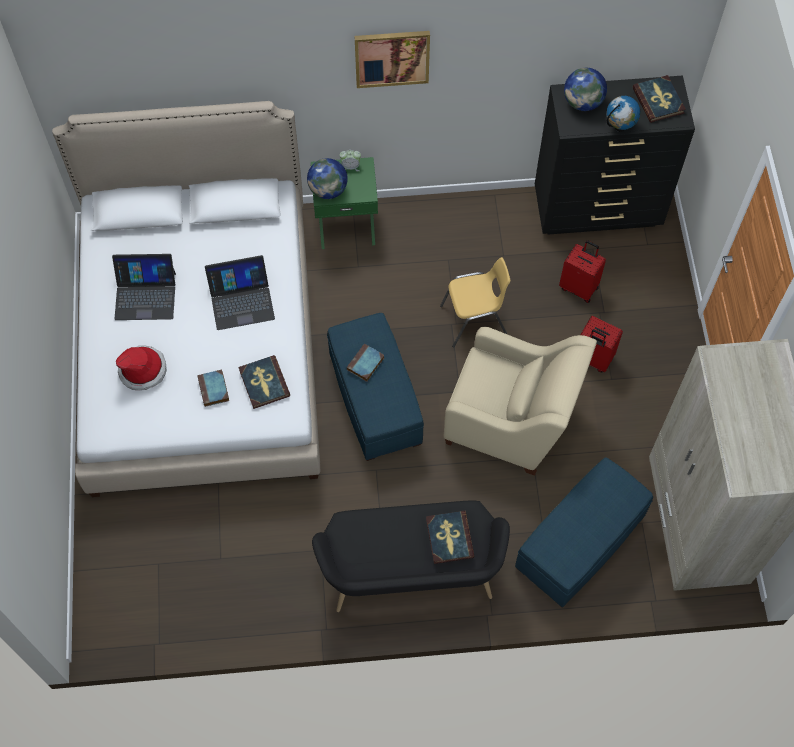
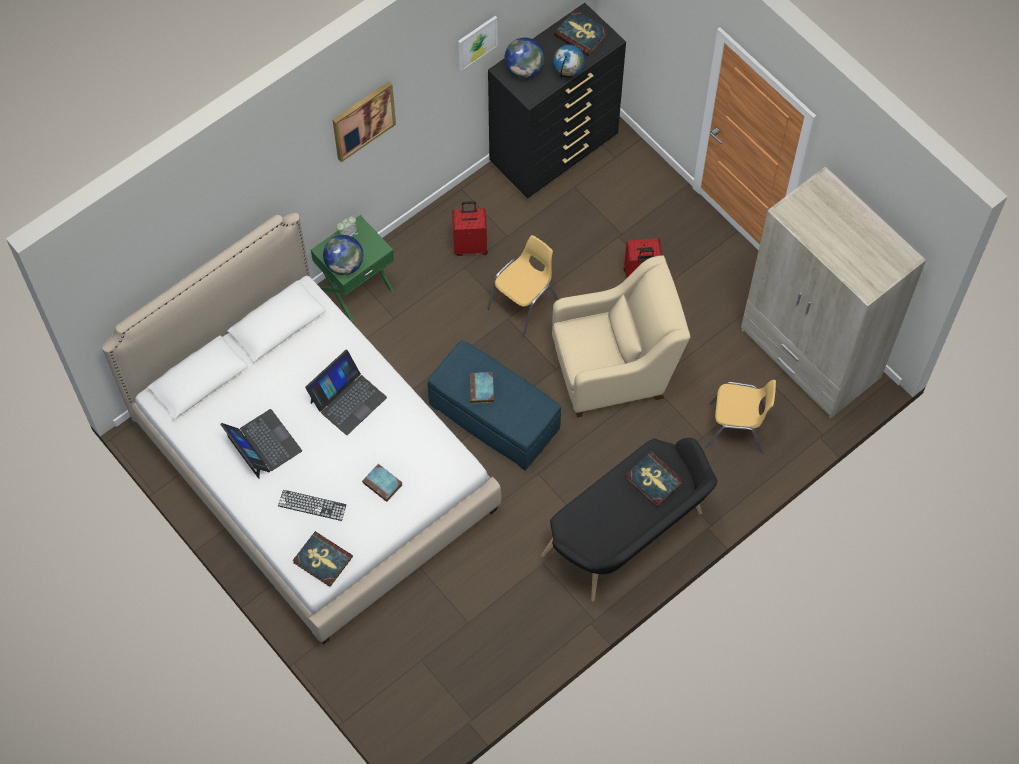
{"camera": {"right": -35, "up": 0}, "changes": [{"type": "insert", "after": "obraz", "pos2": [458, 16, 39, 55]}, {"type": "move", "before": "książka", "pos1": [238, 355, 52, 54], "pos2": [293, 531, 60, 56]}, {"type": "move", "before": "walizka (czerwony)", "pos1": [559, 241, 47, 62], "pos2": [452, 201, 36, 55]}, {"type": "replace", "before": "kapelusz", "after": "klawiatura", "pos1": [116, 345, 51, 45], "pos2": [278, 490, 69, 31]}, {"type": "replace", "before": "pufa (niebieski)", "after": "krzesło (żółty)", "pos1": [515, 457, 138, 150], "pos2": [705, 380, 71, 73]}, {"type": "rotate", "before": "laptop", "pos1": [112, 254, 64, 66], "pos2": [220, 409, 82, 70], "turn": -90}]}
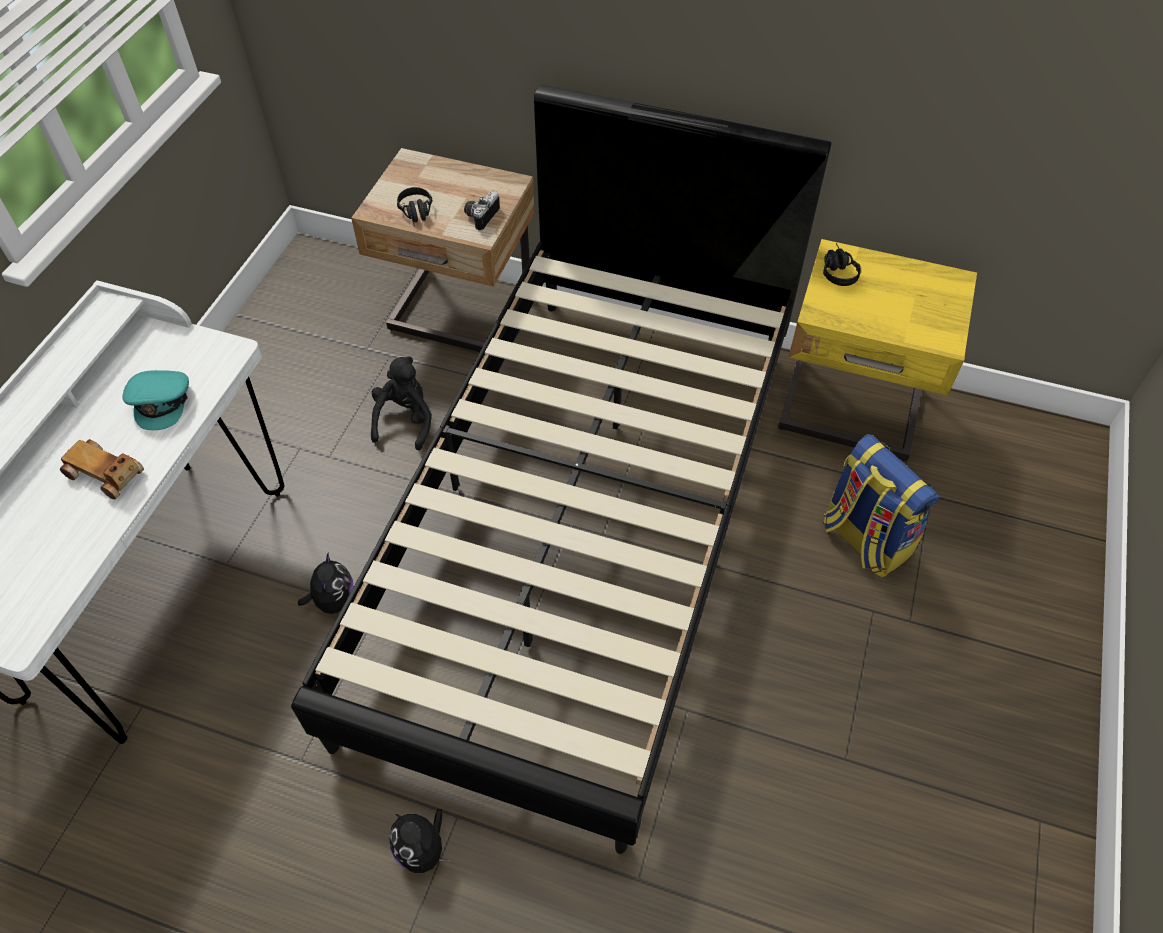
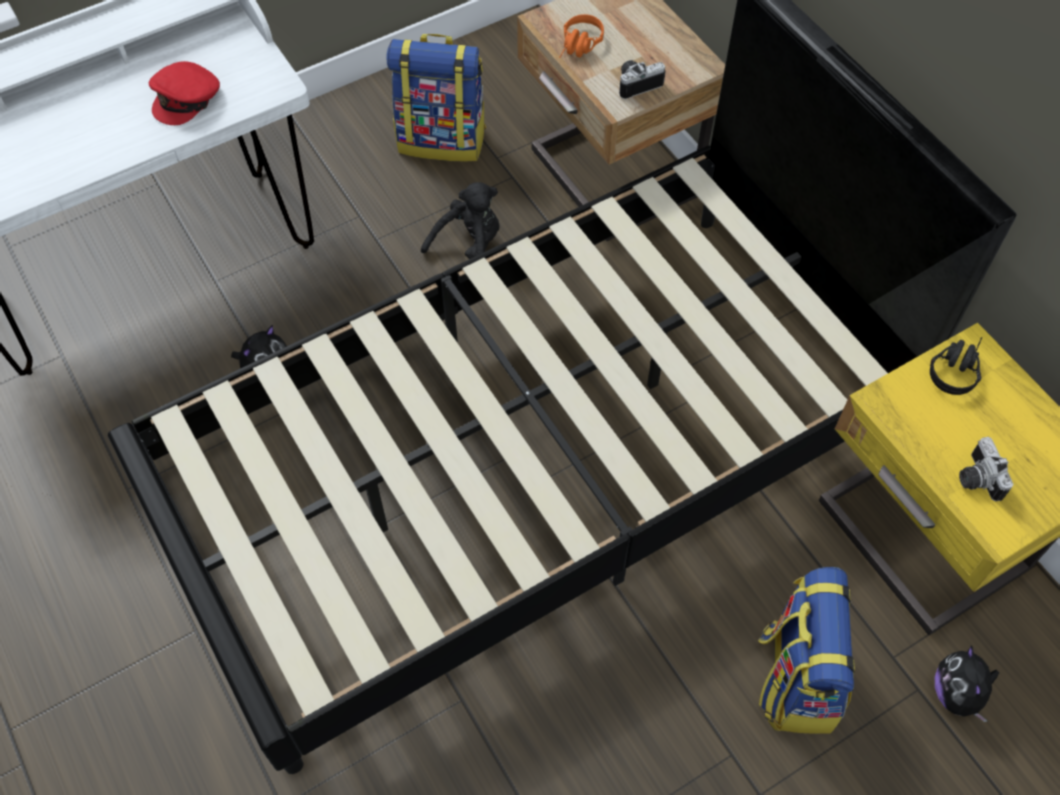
{"camera": {"right": 40, "up": 5}, "changes": [{"type": "delete", "before": "samochodzik", "pos1": [60, 439, 84, 61]}, {"type": "insert", "after": "plecak", "pos2": [386, 34, 100, 127]}, {"type": "insert", "after": "aparat fotograficzny", "pos2": [959, 437, 55, 64]}, {"type": "move", "before": "pluszak", "pos1": [389, 809, 62, 64], "pos2": [935, 645, 64, 77]}, {"type": "recolor", "before": "czapka z daszkiem (turkusowy)", "after": "czapka z daszkiem (czerwony)", "pos1": [122, 370, 67, 60], "pos2": [149, 61, 71, 64]}, {"type": "recolor", "before": "słuchawki (czarny)", "after": "słuchawki (pomarańczowy)", "pos1": [397, 187, 35, 40], "pos2": [559, 14, 45, 44]}]}
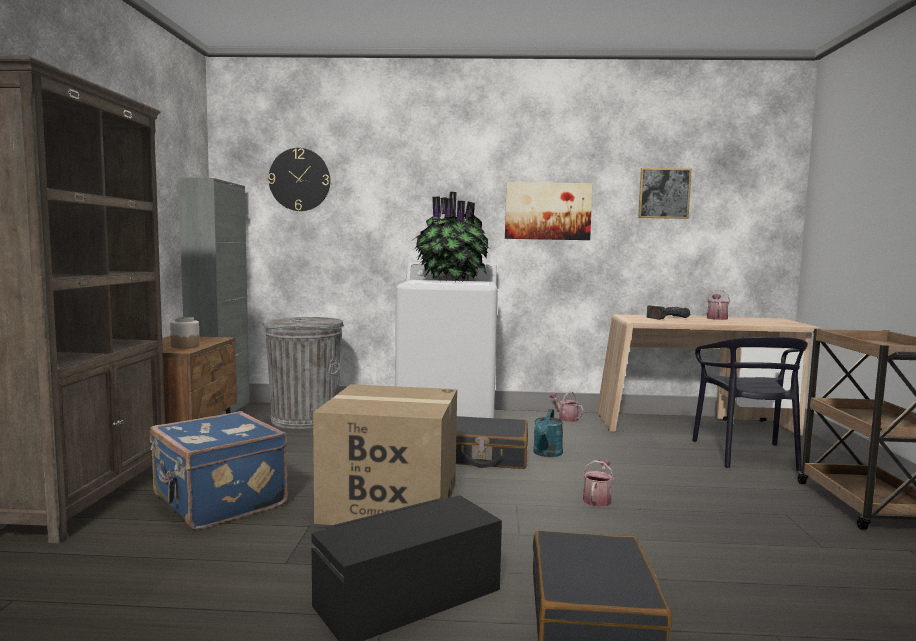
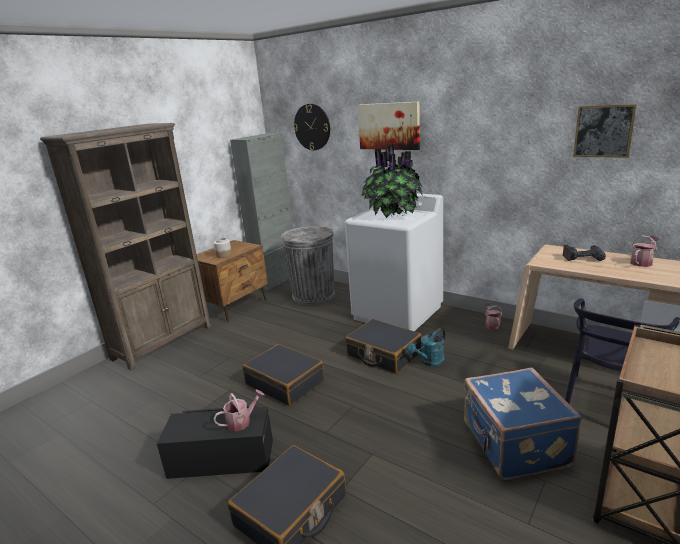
{"camera": {"right": 35, "up": 15}, "changes": [{"type": "move", "before": "walizka (niebieski)", "pos1": [150, 411, 138, 119], "pos2": [464, 368, 118, 112]}, {"type": "move", "before": "obraz", "pos1": [505, 182, 88, 58], "pos2": [358, 102, 62, 48]}, {"type": "move", "before": "konewka", "pos1": [582, 459, 32, 48], "pos2": [213, 390, 51, 41]}, {"type": "replace", "before": "karton", "after": "walizka (czarny)", "pos1": [313, 384, 144, 141], "pos2": [242, 344, 82, 62]}]}
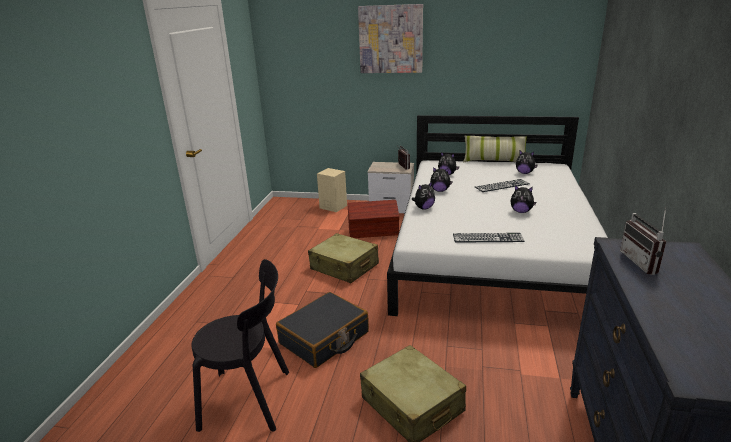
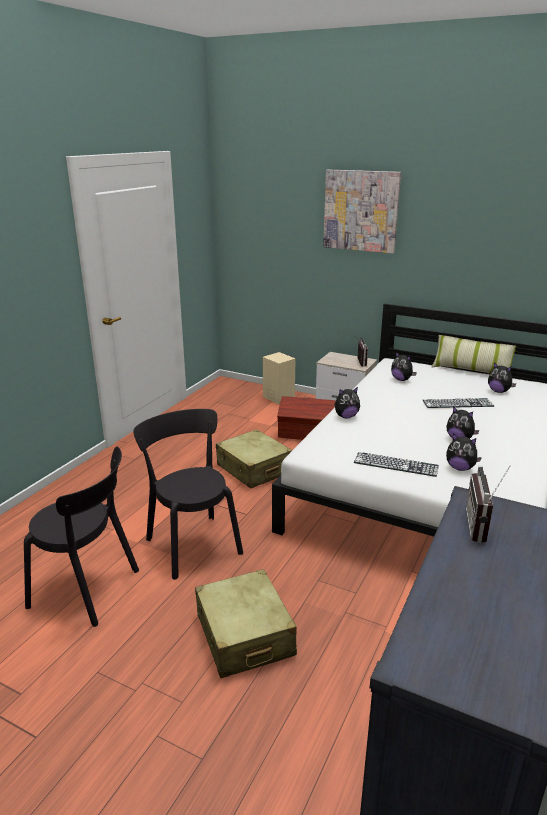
{"camera": {"right": 15, "up": 0}, "changes": [{"type": "move", "before": "pluszak", "pos1": [430, 167, 23, 25], "pos2": [446, 433, 36, 38]}, {"type": "replace", "before": "walizka (czarny)", "after": "krzesło (czarny)", "pos1": [276, 292, 93, 76], "pos2": [133, 409, 110, 171]}]}
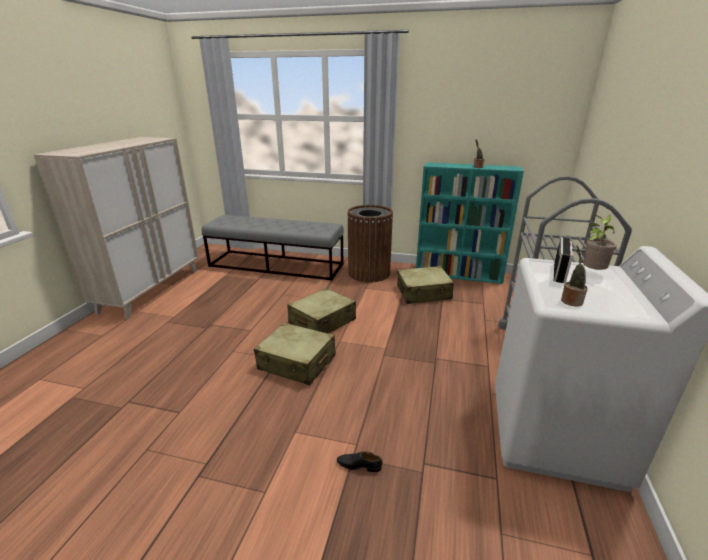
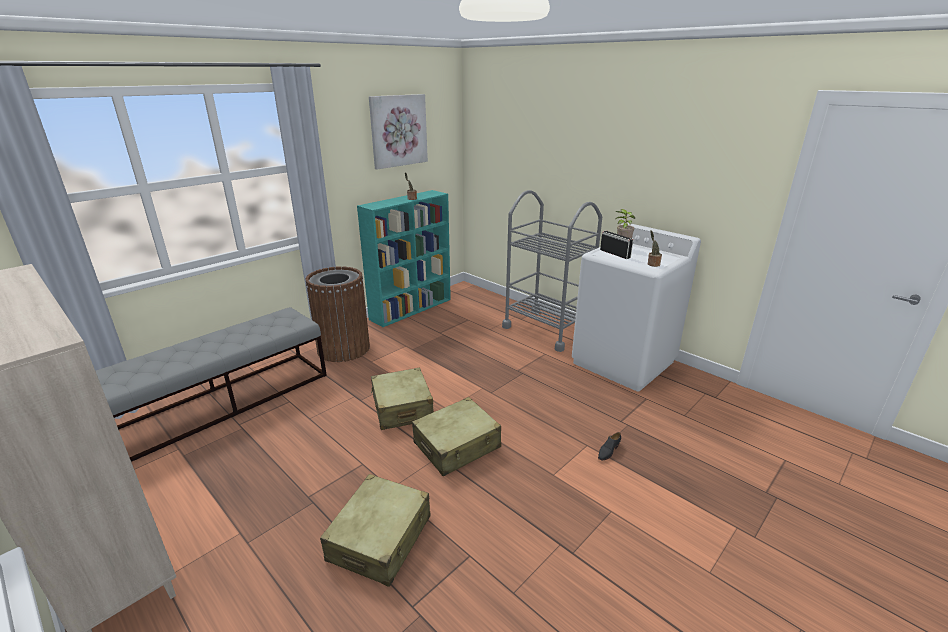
{"camera": {"right": -60, "up": 0}, "changes": [{"type": "insert", "after": "obraz", "pos2": [369, 94, 59, 76]}, {"type": "move", "before": "walizka (beżowy)", "pos1": [397, 266, 57, 38], "pos2": [320, 474, 110, 113]}]}
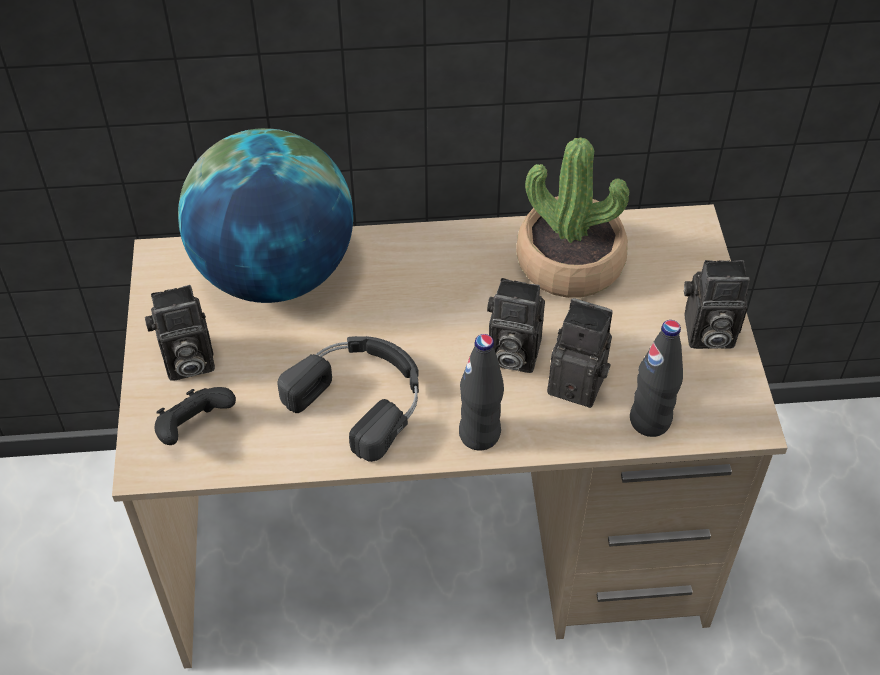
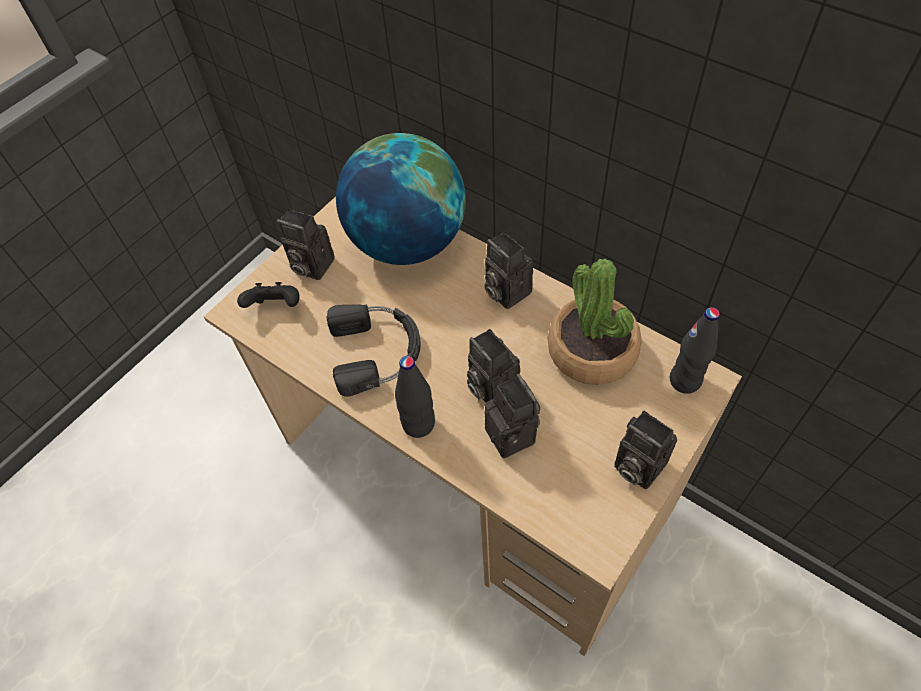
{"camera": {"right": 45, "up": 5}, "changes": [{"type": "insert", "after": "aparat fotograficzny", "pos2": [484, 232, 49, 77]}, {"type": "move", "before": "butelka (czarny)", "pos1": [630, 320, 53, 117], "pos2": [670, 307, 50, 87]}]}
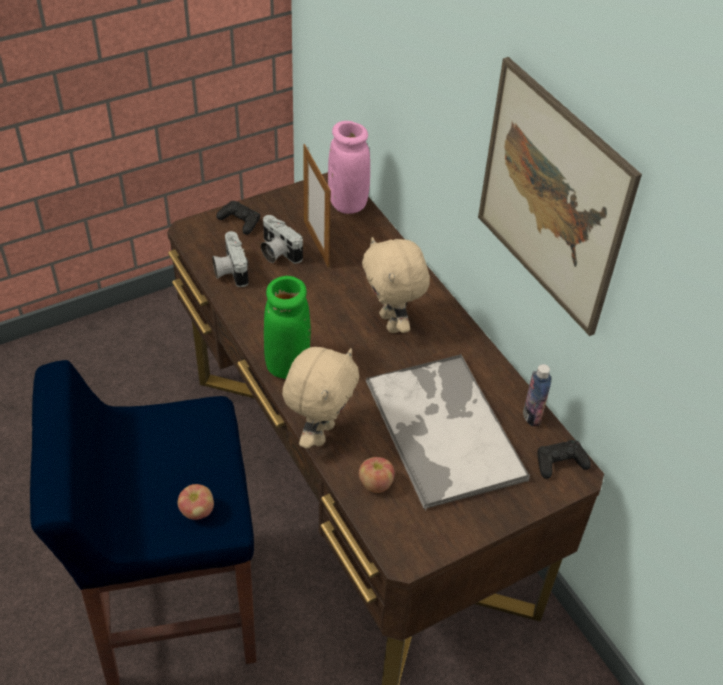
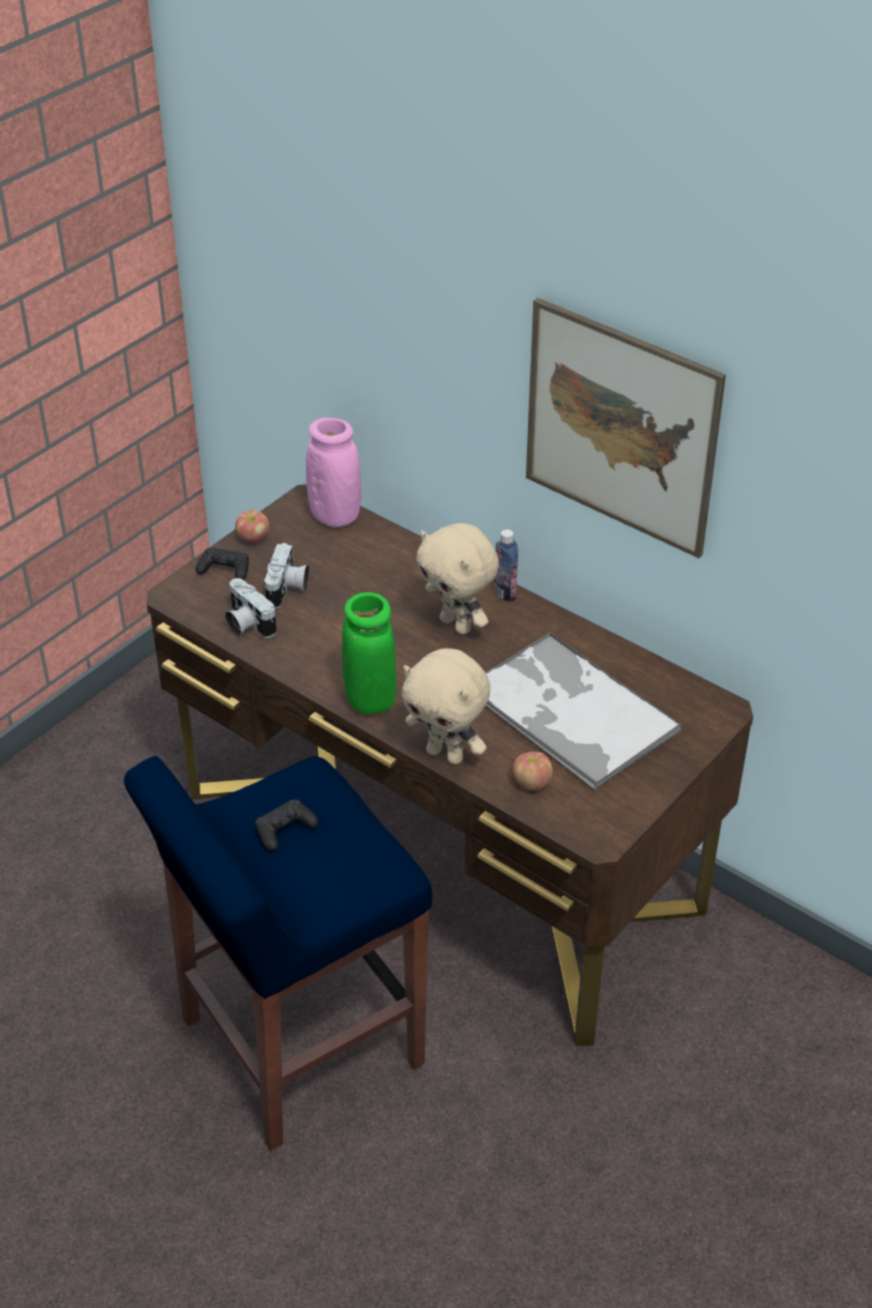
{"camera": {"right": -20, "up": -5}, "changes": [{"type": "delete", "before": "ramka na zdjęcie", "pos1": [303, 144, 28, 124]}, {"type": "move", "before": "jabłko", "pos1": [178, 484, 36, 36], "pos2": [235, 510, 35, 33]}, {"type": "move", "before": "butelka", "pos1": [523, 364, 28, 62], "pos2": [494, 529, 24, 73]}, {"type": "move", "before": "pad do gier (czarny)", "pos1": [537, 440, 54, 39], "pos2": [255, 799, 63, 52]}, {"type": "rotate", "before": "aparat fotograficzny", "pos1": [261, 215, 42, 49], "pos2": [264, 543, 45, 66], "turn": -105}, {"type": "rotate", "before": "pluszak (beżowy)", "pos1": [282, 347, 77, 102], "pos2": [402, 648, 88, 117], "turn": 120}]}
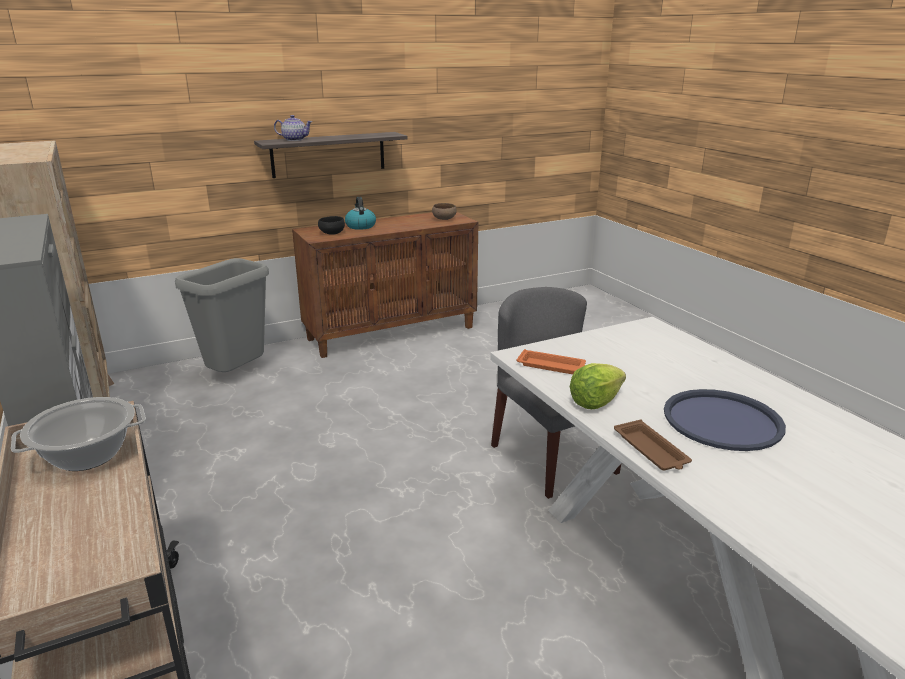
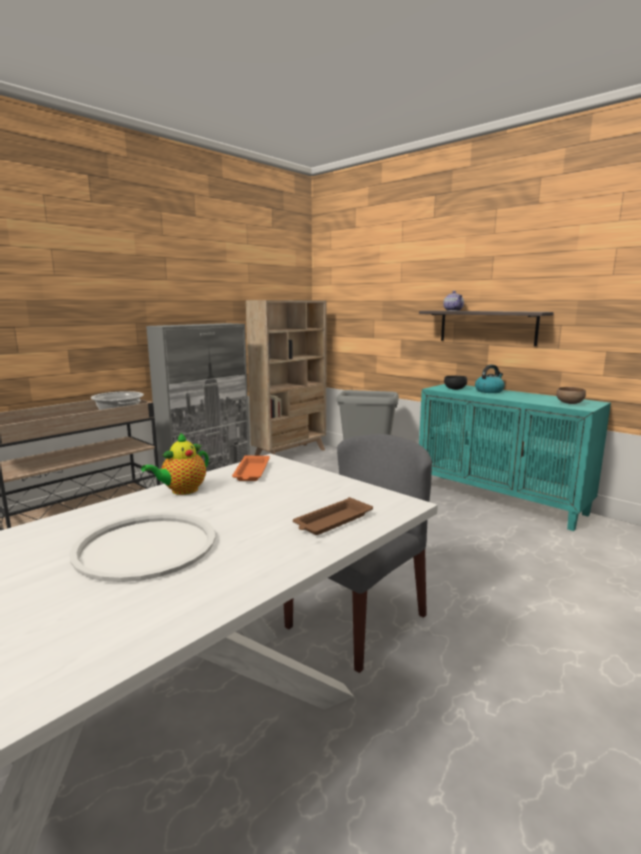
{"camera": {"right": 70, "up": -10}, "changes": [{"type": "move", "before": "taca (brązowy)", "pos1": [614, 420, 78, 50], "pos2": [293, 497, 80, 38]}, {"type": "replace", "before": "sałata", "after": "imbryk", "pos1": [570, 363, 56, 46], "pos2": [141, 433, 68, 62]}, {"type": "recolor", "before": "szafka (brązowy)", "after": "szafka (turkusowy)", "pos1": [292, 212, 186, 146], "pos2": [419, 384, 192, 147]}, {"type": "recolor", "before": "taca (niebieski)", "after": "taca (biały)", "pos1": [664, 389, 122, 62], "pos2": [69, 512, 147, 70]}]}
